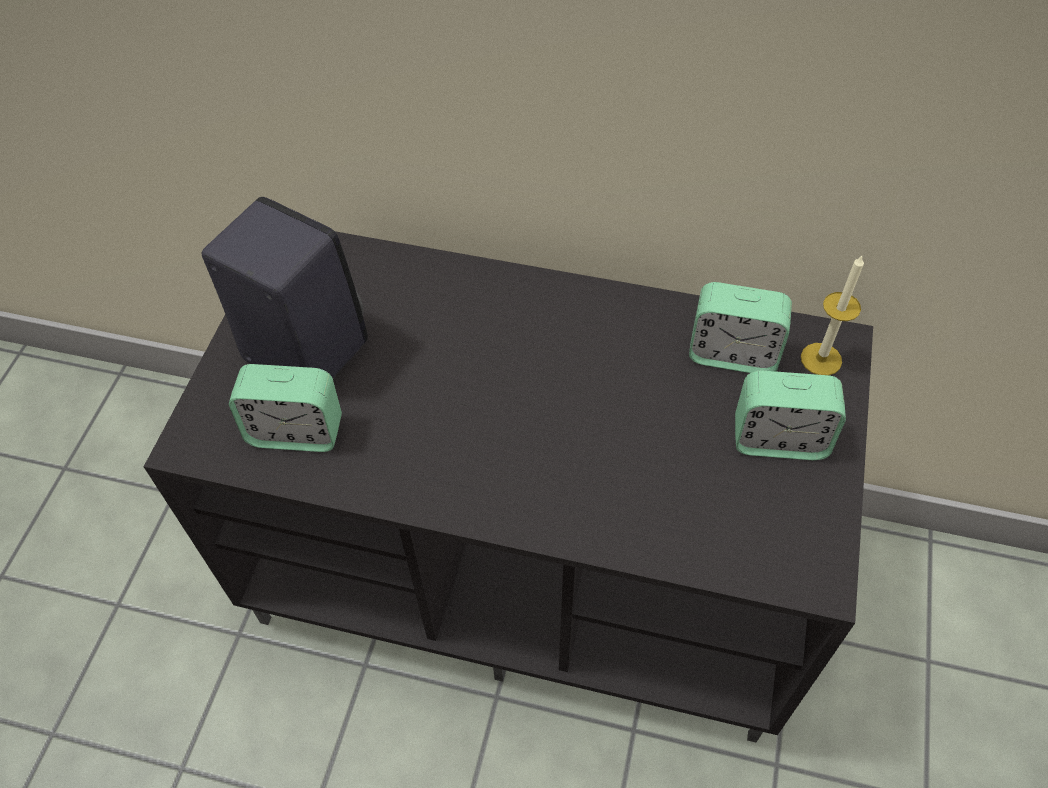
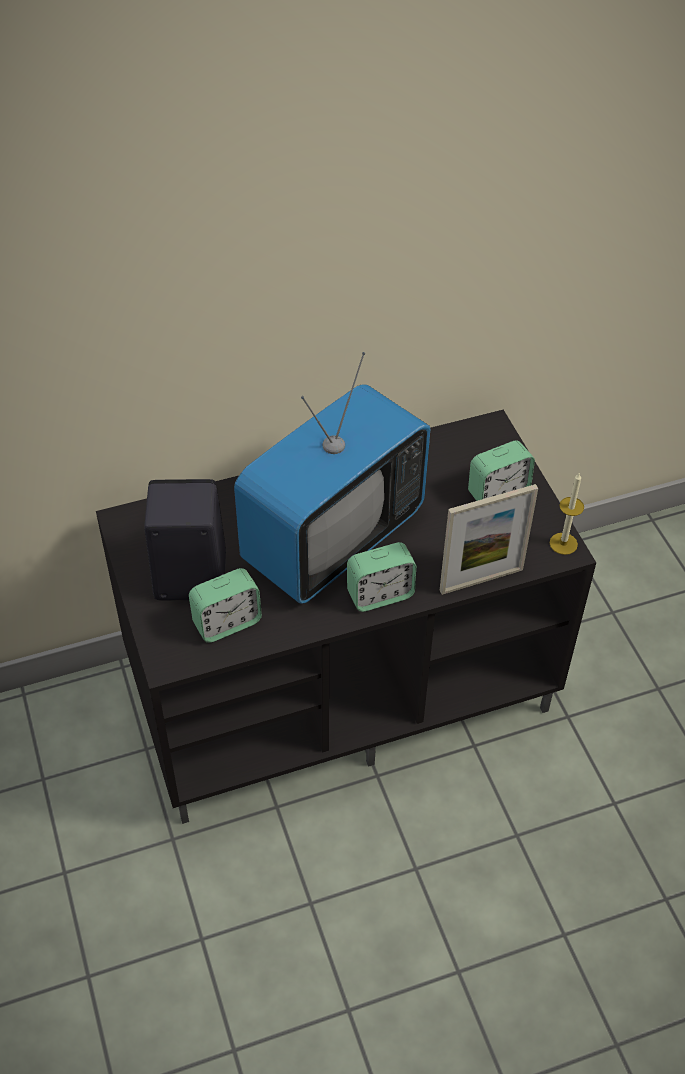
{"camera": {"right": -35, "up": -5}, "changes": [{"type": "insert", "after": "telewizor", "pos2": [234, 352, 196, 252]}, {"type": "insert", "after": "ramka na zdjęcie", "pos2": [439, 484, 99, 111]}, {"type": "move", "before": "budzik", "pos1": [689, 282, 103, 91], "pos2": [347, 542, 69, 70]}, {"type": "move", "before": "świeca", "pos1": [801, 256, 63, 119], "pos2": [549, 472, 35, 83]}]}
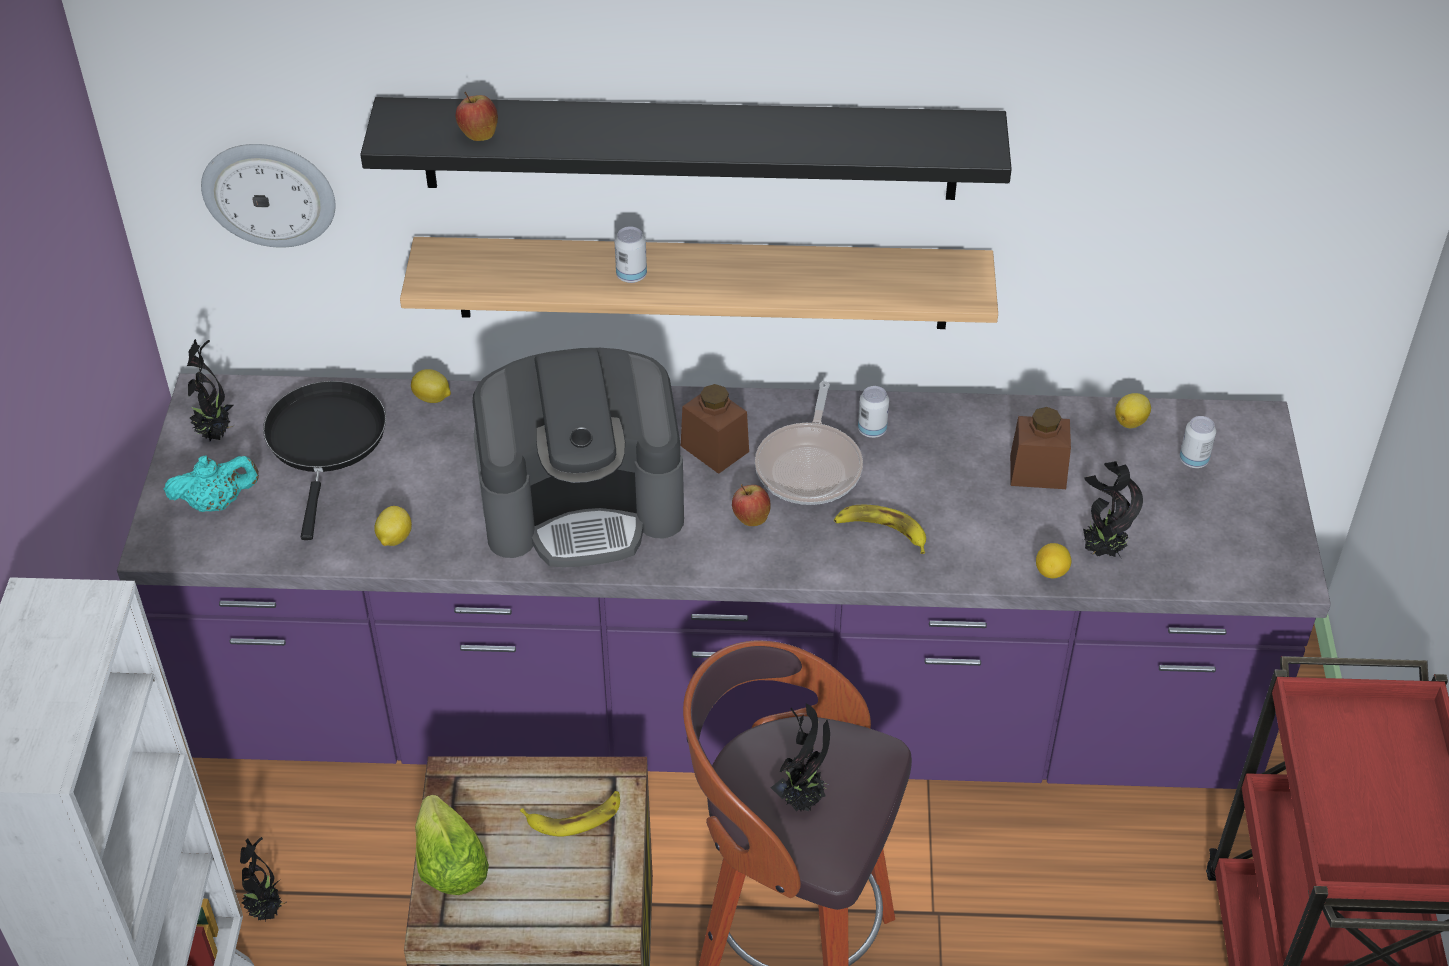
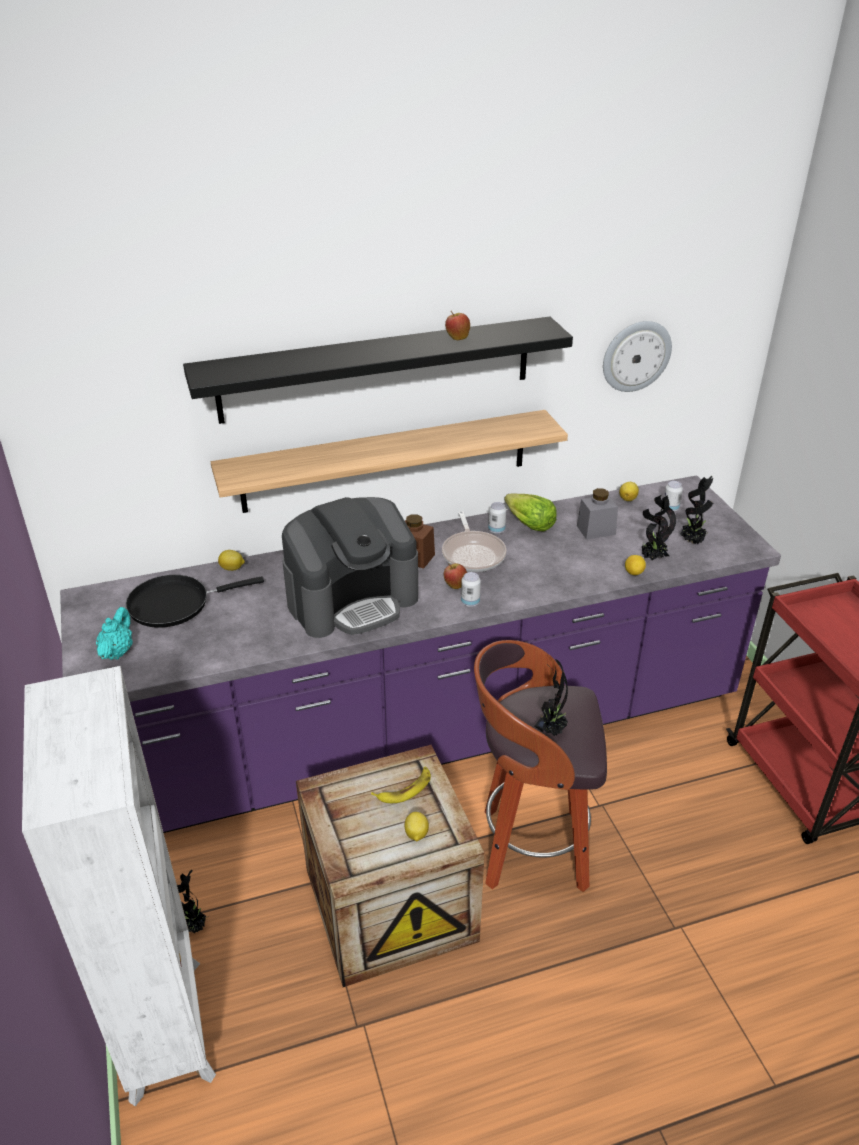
{"camera": {"right": -20, "up": -10}, "changes": [{"type": "delete", "before": "banan", "pos1": [834, 505, 92, 49]}, {"type": "move", "before": "roślina doniczkowa", "pos1": [187, 339, 47, 102], "pos2": [680, 476, 33, 68]}, {"type": "move", "before": "zegar ścienny", "pos1": [201, 144, 134, 104], "pos2": [603, 321, 69, 71]}, {"type": "move", "before": "cytryna", "pos1": [374, 506, 38, 40], "pos2": [405, 812, 24, 29]}, {"type": "move", "before": "sałata", "pos1": [415, 795, 74, 100], "pos2": [505, 494, 52, 38]}, {"type": "move", "before": "jabłko", "pos1": [456, 91, 42, 50], "pos2": [445, 311, 25, 29]}, {"type": "move", "before": "puszka", "pos1": [615, 226, 32, 57], "pos2": [461, 572, 20, 35]}, {"type": "recolor", "before": "słoik (brązowy)", "after": "słoik (szary)", "pos1": [1010, 407, 61, 82], "pos2": [577, 488, 41, 52]}, {"type": "rotate", "before": "imbryk (turkusowy)", "pos1": [163, 455, 96, 57], "pos2": [96, 607, 37, 53], "turn": -45}, {"type": "rotate", "before": "patelnia (czarny)", "pos1": [263, 381, 123, 159], "pos2": [126, 575, 138, 53], "turn": -90}]}
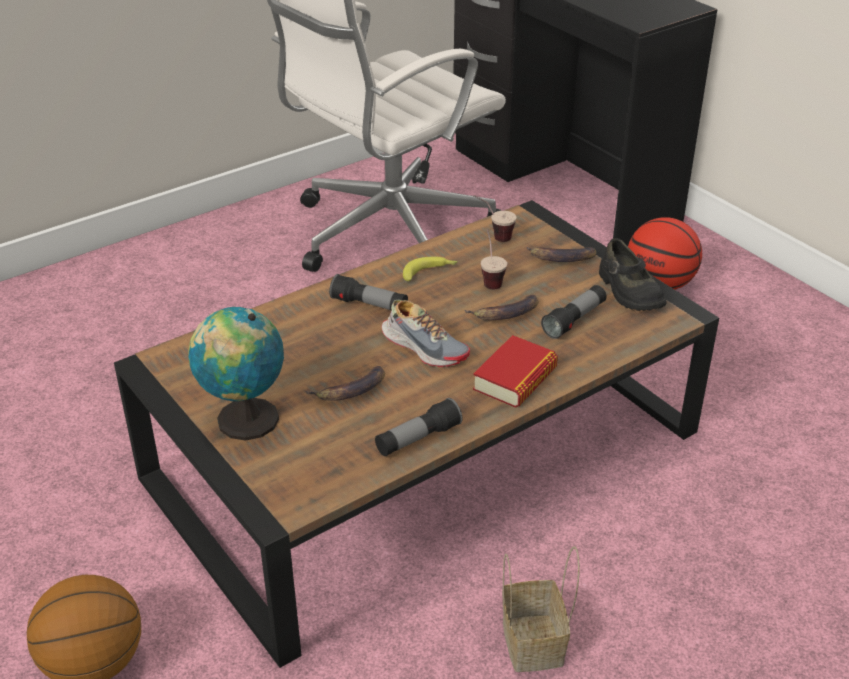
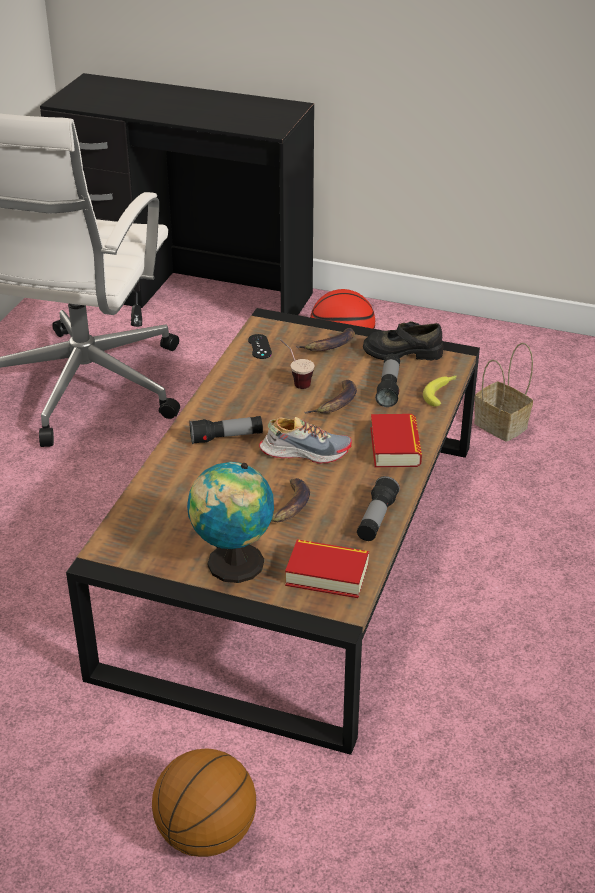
{"camera": {"right": -35, "up": 0}, "changes": [{"type": "insert", "after": "książka", "pos2": [285, 539, 84, 59]}, {"type": "move", "before": "banan", "pos1": [403, 256, 55, 25], "pos2": [423, 376, 34, 31]}, {"type": "move", "before": "koszyk", "pos1": [502, 546, 78, 126], "pos2": [474, 342, 59, 99]}, {"type": "replace", "before": "filiżanka", "after": "pad do gier (czarny)", "pos1": [473, 195, 43, 47], "pos2": [248, 334, 24, 25]}, {"type": "rotate", "before": "but (czarny)", "pos1": [599, 238, 68, 73], "pos2": [363, 321, 80, 39], "turn": 150}]}
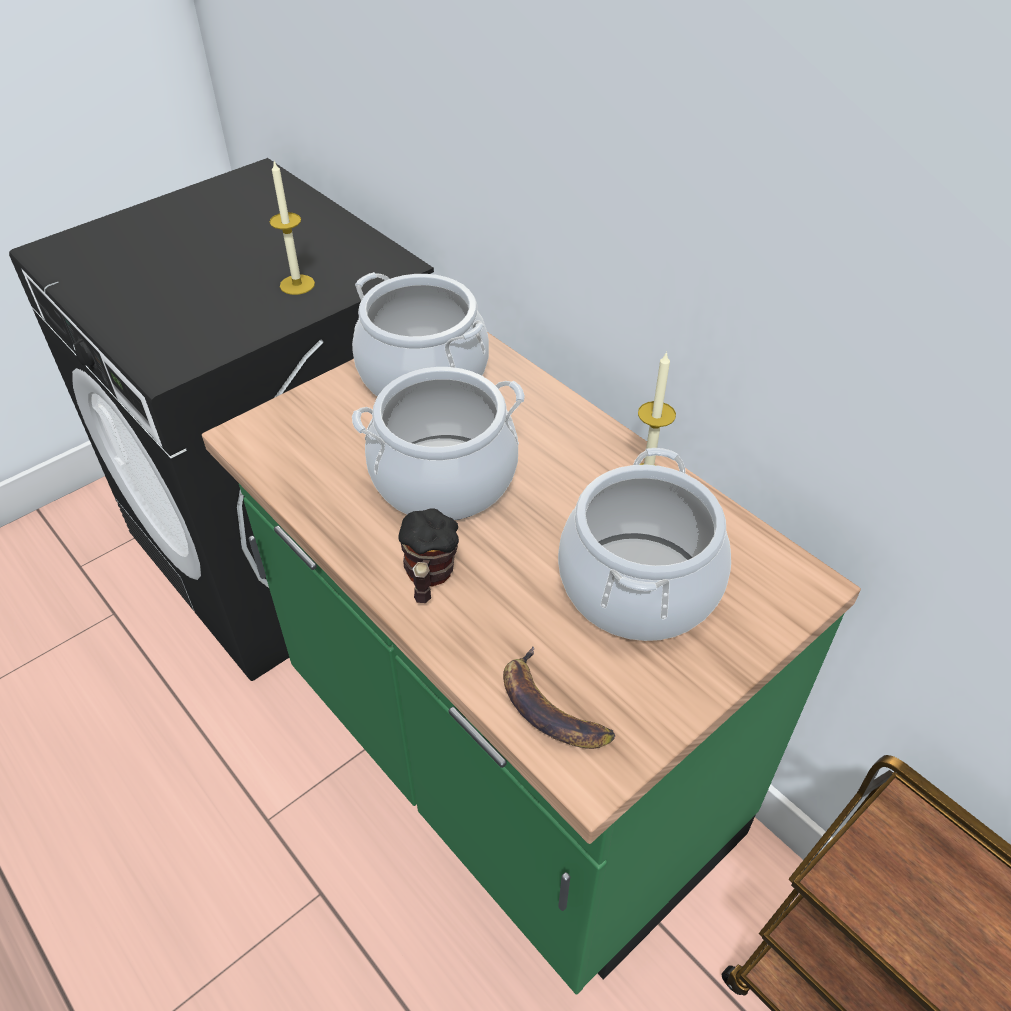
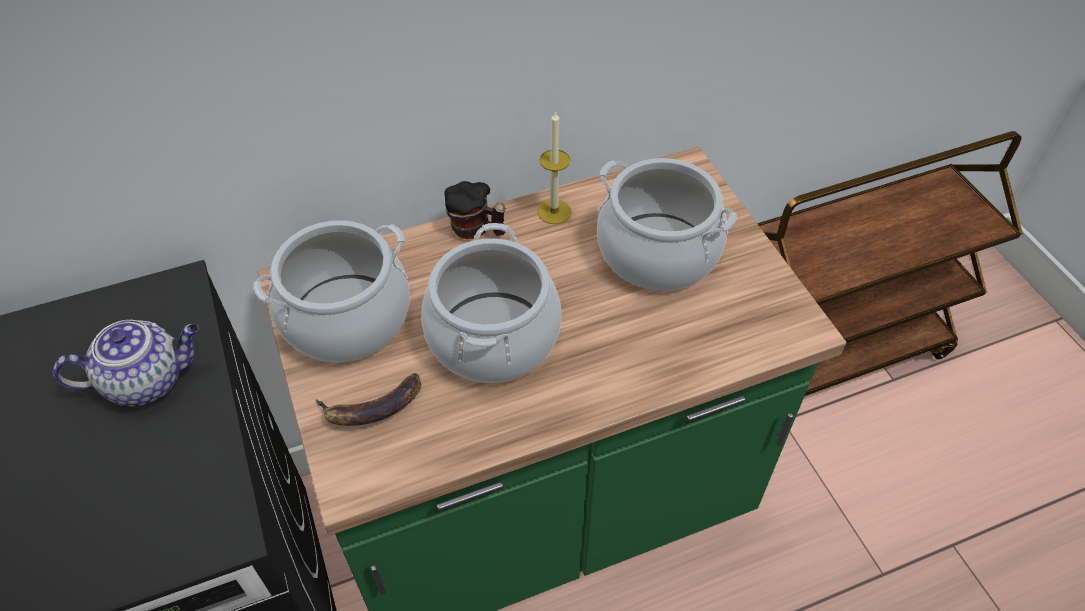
{"camera": {"right": -70, "up": 5}, "changes": [{"type": "move", "before": "kubek", "pos1": [398, 508, 61, 95], "pos2": [444, 181, 62, 58]}, {"type": "move", "before": "banan", "pos1": [503, 646, 112, 103], "pos2": [315, 373, 106, 53]}, {"type": "replace", "before": "świeca", "after": "imbryk", "pos1": [269, 161, 46, 134], "pos2": [53, 320, 146, 87]}]}
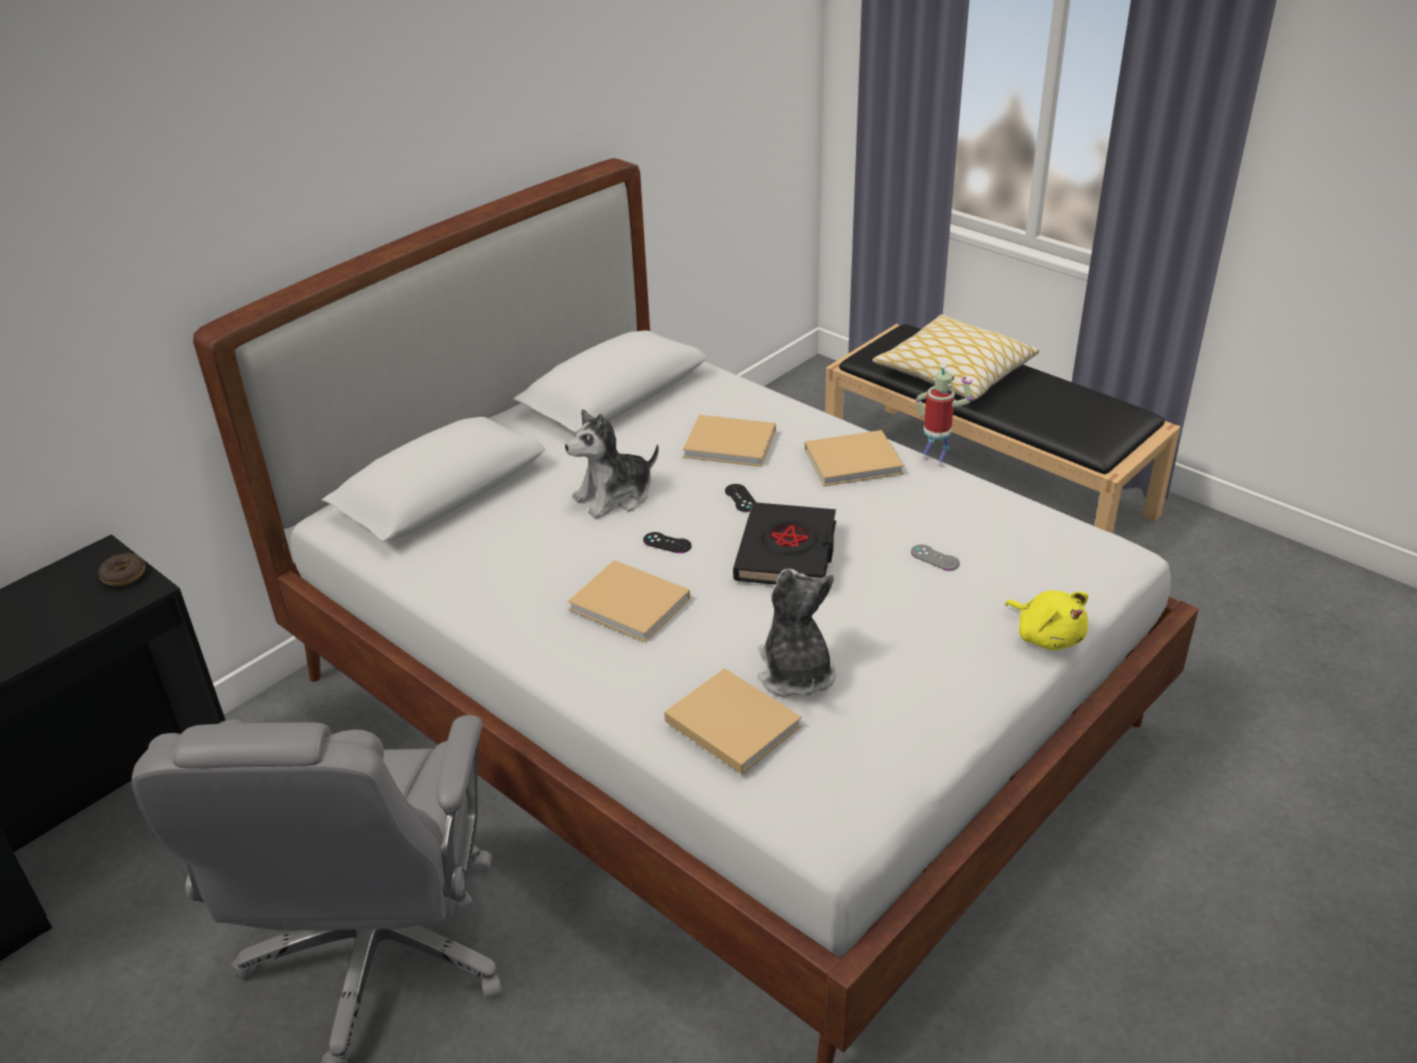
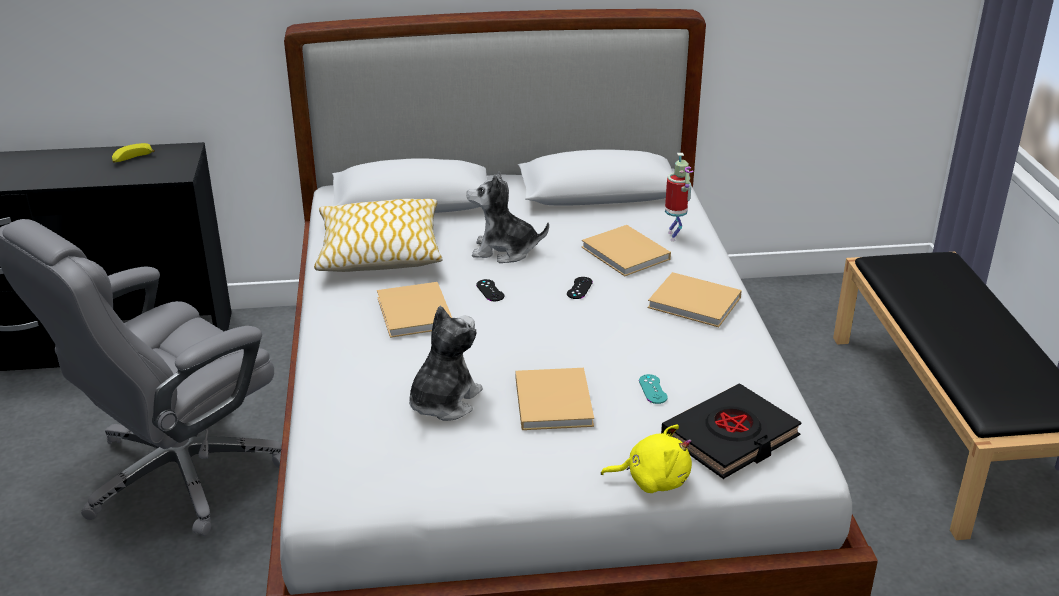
{"camera": {"right": 40, "up": -5}, "changes": [{"type": "delete", "before": "donut", "pos1": [98, 553, 47, 33]}, {"type": "insert", "after": "banan", "pos2": [112, 143, 43, 19]}, {"type": "move", "before": "książka (beżowy)", "pos1": [664, 668, 138, 106], "pos2": [516, 368, 78, 62]}, {"type": "move", "before": "książka (czarny)", "pos1": [733, 502, 103, 83], "pos2": [661, 383, 141, 96]}, {"type": "move", "before": "poduszka", "pos1": [872, 315, 167, 86], "pos2": [314, 199, 129, 73]}, {"type": "move", "before": "robot zabawkowy", "pos1": [916, 363, 56, 104], "pos2": [665, 153, 28, 89]}, {"type": "recolor", "before": "pad do gier (szary)", "after": "pad do gier (turkusowy)", "pos1": [911, 545, 49, 25], "pos2": [639, 374, 29, 30]}, {"type": "rotate", "before": "pluszak (żółty)", "pos1": [1005, 590, 83, 60], "pos2": [601, 424, 91, 69], "turn": -90}]}
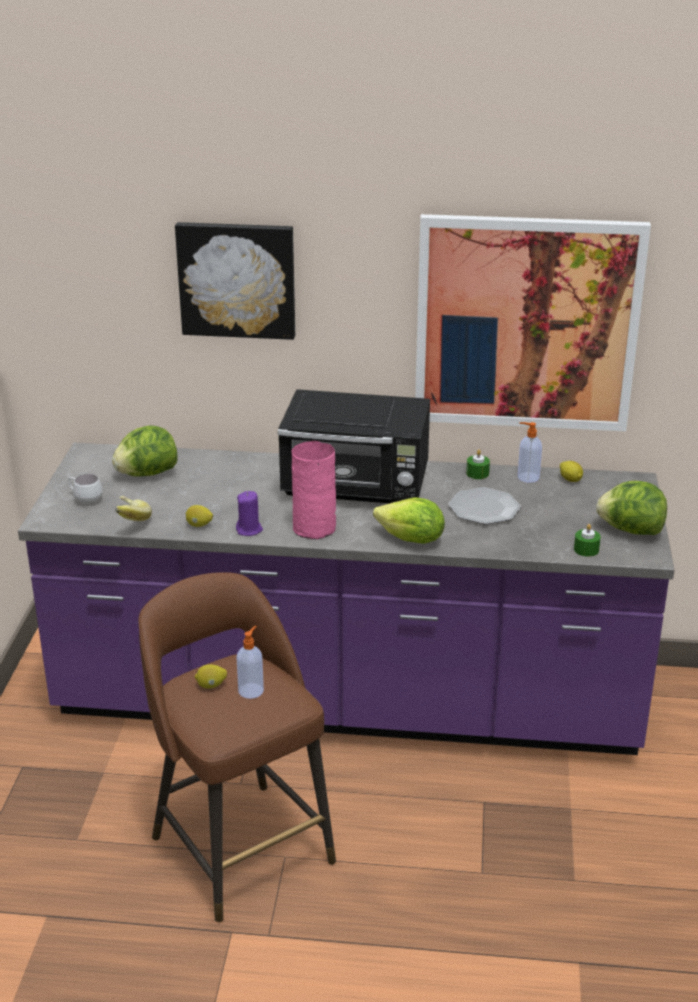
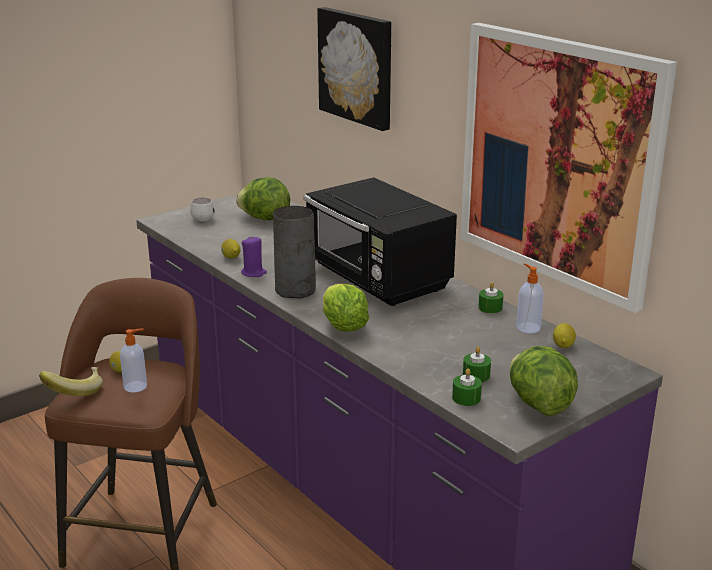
{"camera": {"right": 45, "up": -5}, "changes": [{"type": "delete", "before": "talerz", "pos1": [448, 487, 73, 37]}, {"type": "insert", "after": "świeca (zielony)", "pos2": [463, 347, 28, 35]}, {"type": "move", "before": "banan", "pos1": [115, 496, 37, 25], "pos2": [39, 367, 64, 29]}, {"type": "recolor", "before": "wazon (różowy)", "after": "wazon (szary)", "pos1": [292, 441, 44, 98], "pos2": [273, 206, 43, 93]}]}
